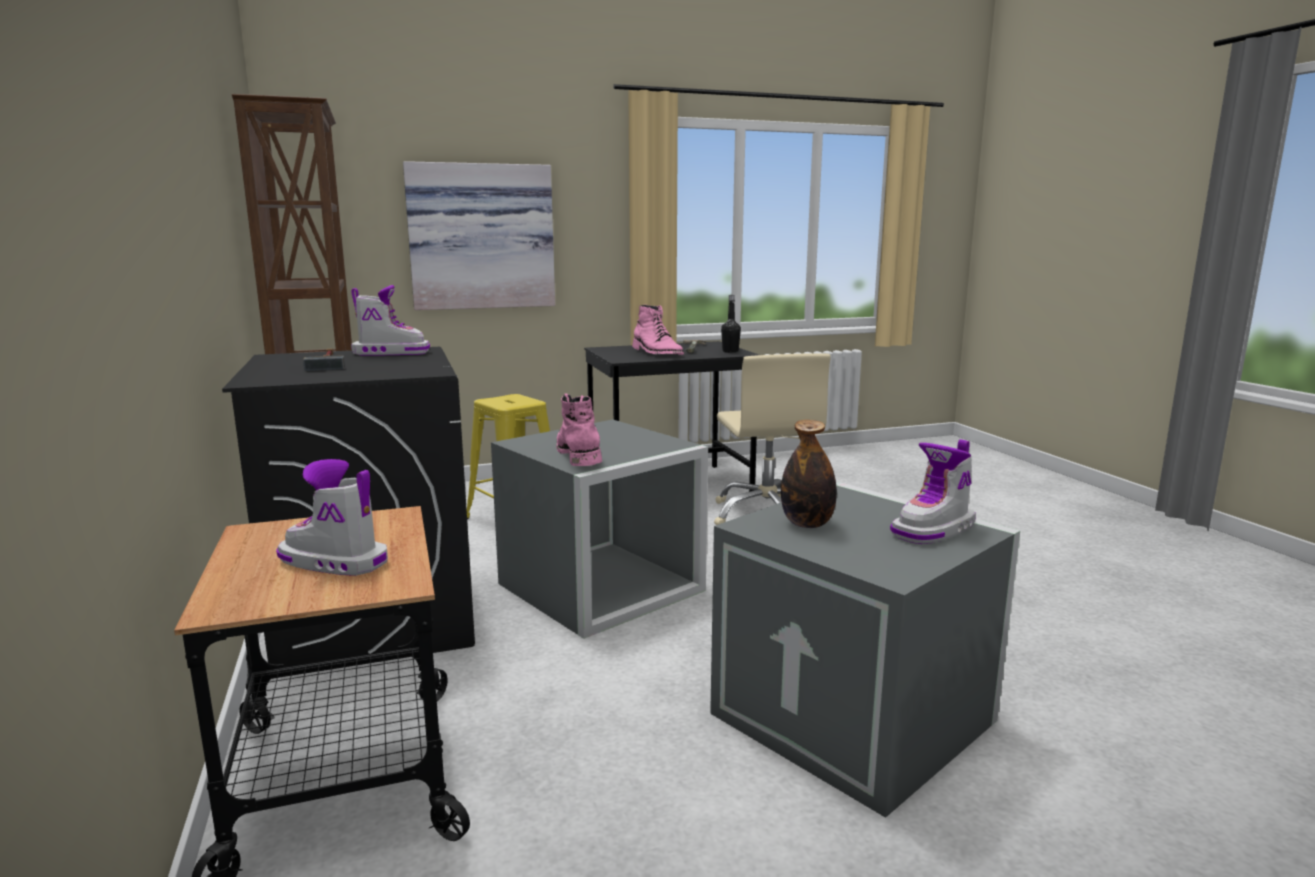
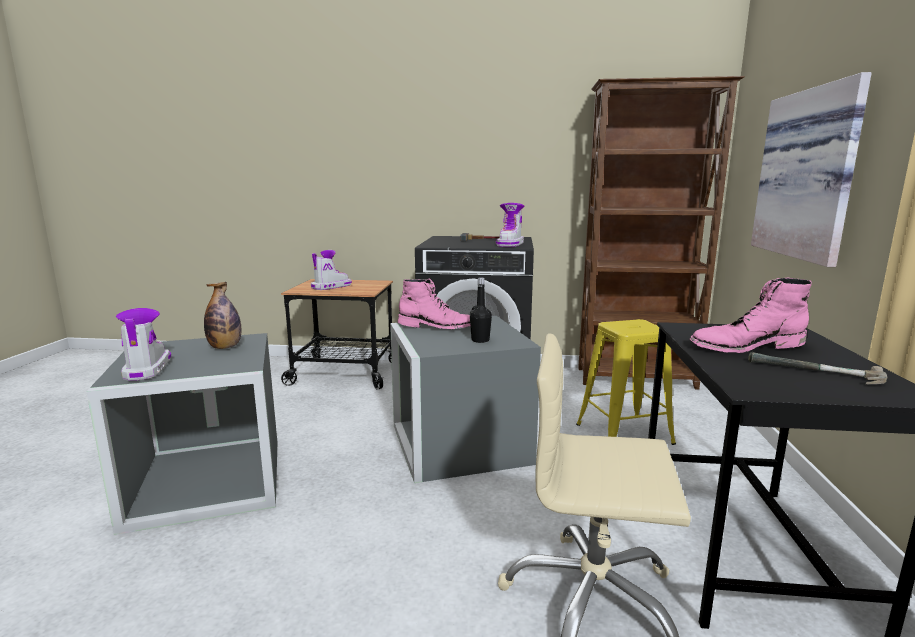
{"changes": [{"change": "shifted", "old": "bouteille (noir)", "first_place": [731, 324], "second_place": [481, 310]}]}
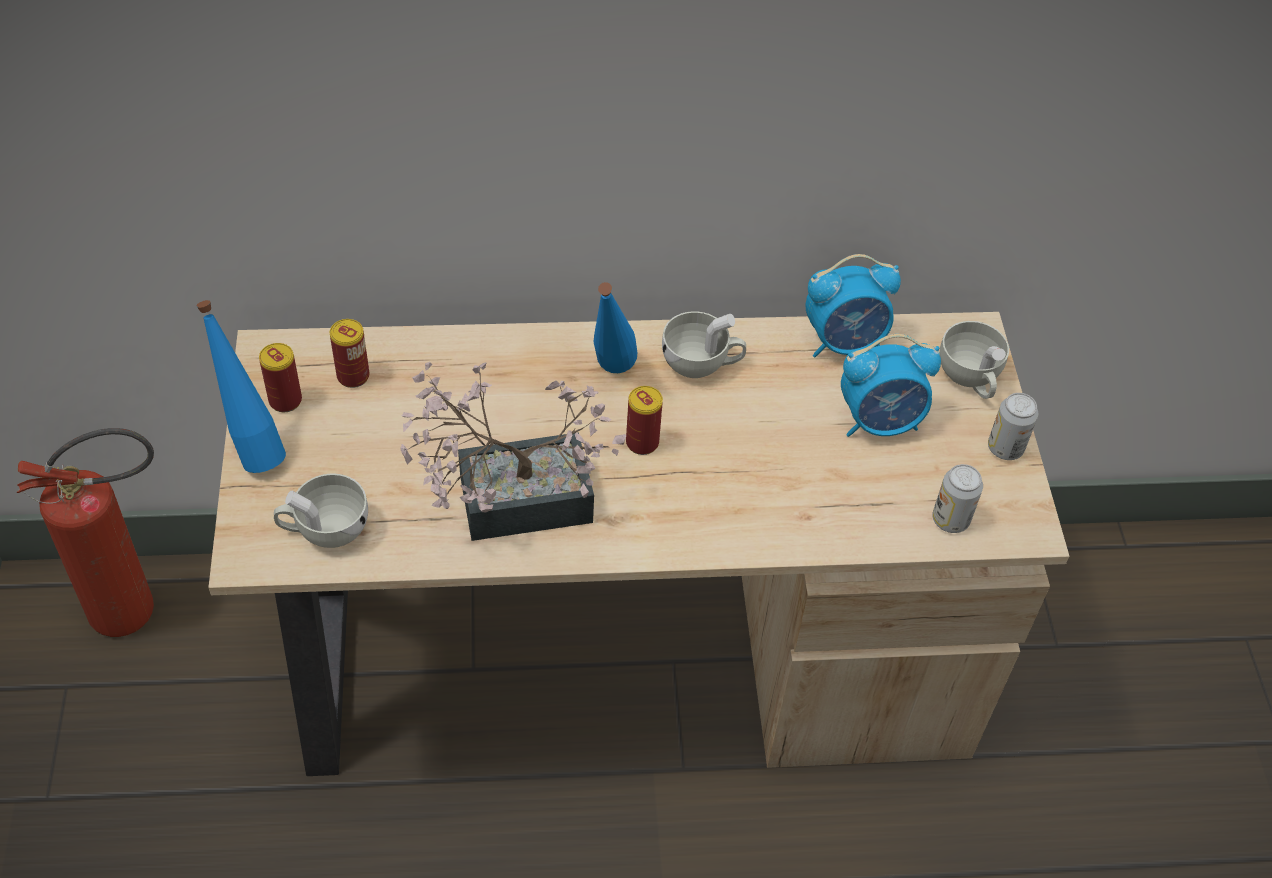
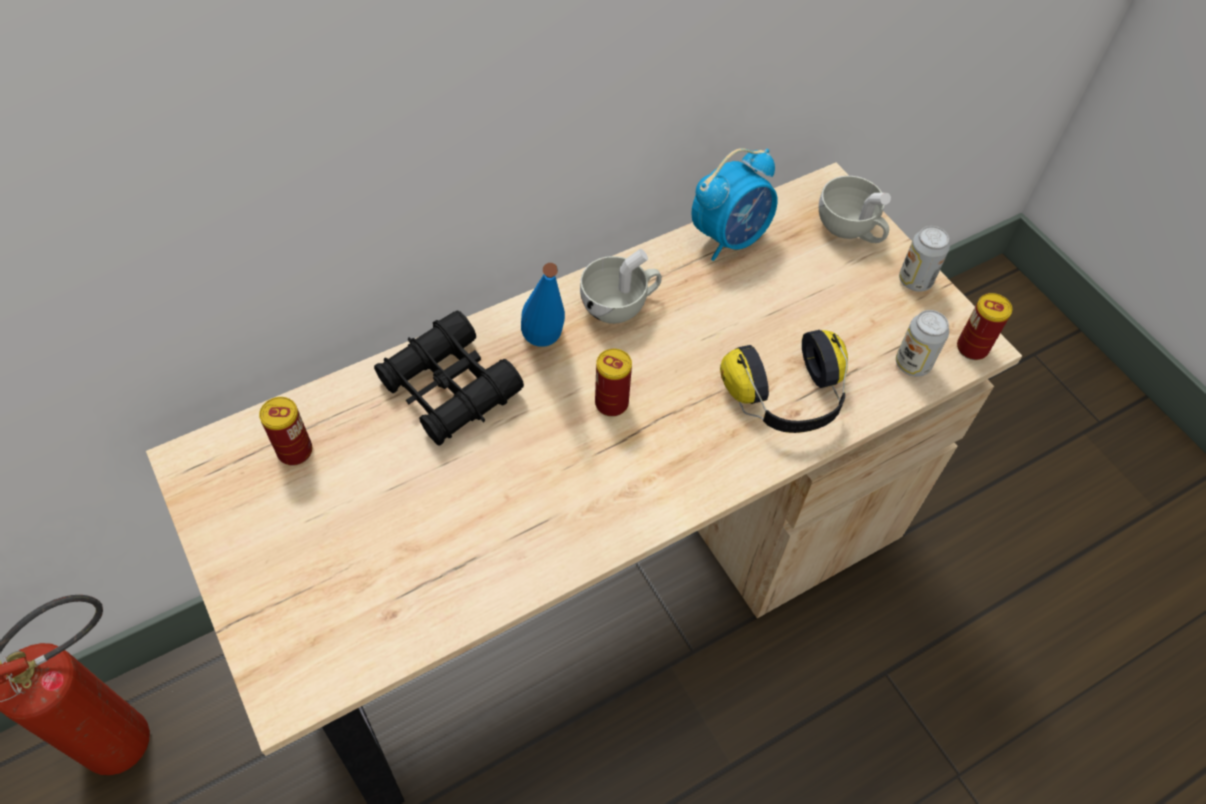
{"changes": [{"change": "gone", "old": "bouteille (bleu)", "first_place": [241, 386]}, {"change": "shifted", "old": "boîte métallique", "first_place": [280, 377], "second_place": [984, 326]}, {"change": "gone", "old": "tasse (blanc)", "first_place": [321, 511]}, {"change": "gone", "old": "plante en pot", "first_place": [513, 451]}, {"change": "gone", "old": "réveil", "first_place": [891, 385]}, {"change": "new", "new": "jumelles (noir)", "second_place": [449, 378]}, {"change": "new", "new": "casque audio", "second_place": [784, 381]}]}
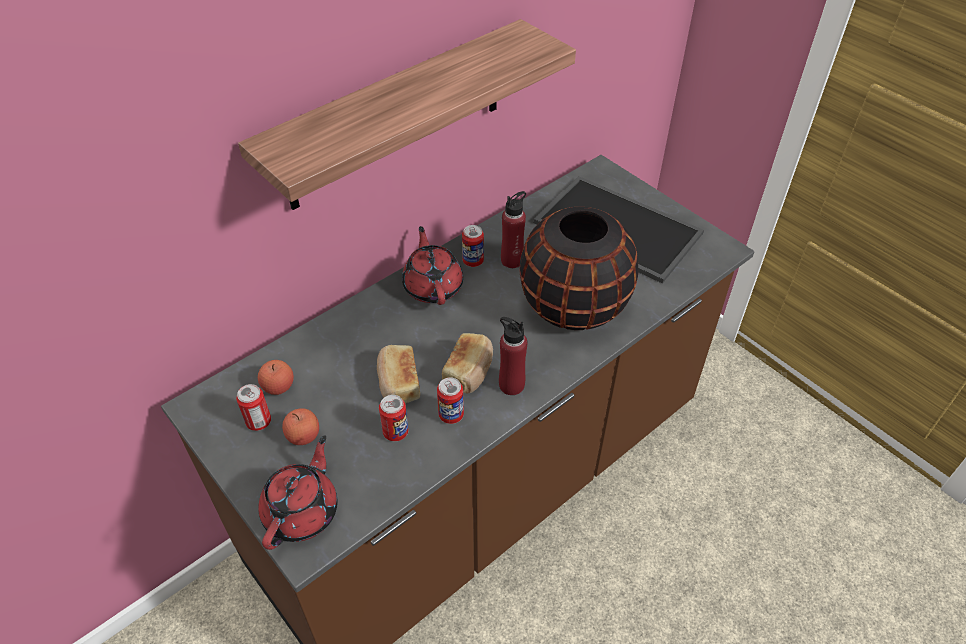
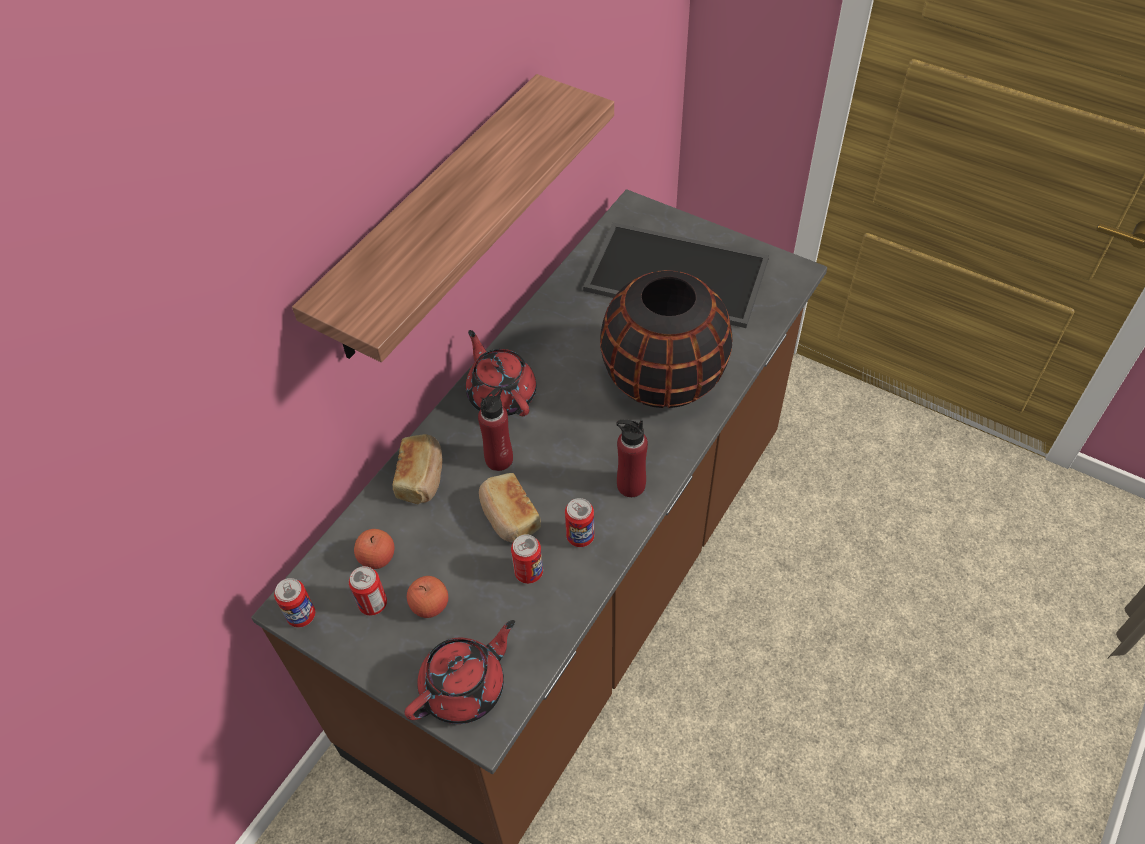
{"changes": [{"change": "rotated", "old": "théière (rouge)", "first_place": [298, 492], "second_place": [459, 672], "degrees": 45}, {"change": "shifted", "old": "pain", "first_place": [467, 363], "second_place": [417, 469]}, {"change": "shifted", "old": "boîte métallique", "first_place": [473, 246], "second_place": [294, 602]}, {"change": "shifted", "old": "bouteille (rouge)", "first_place": [513, 229], "second_place": [495, 428]}]}
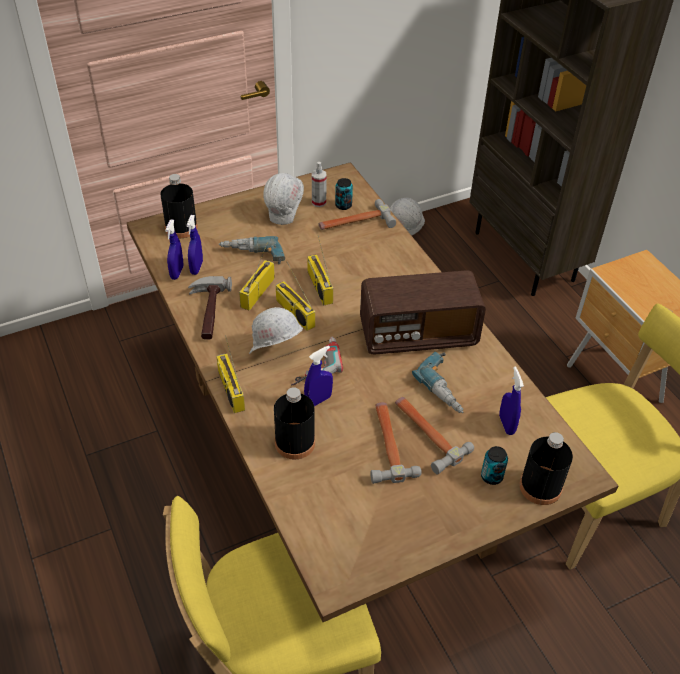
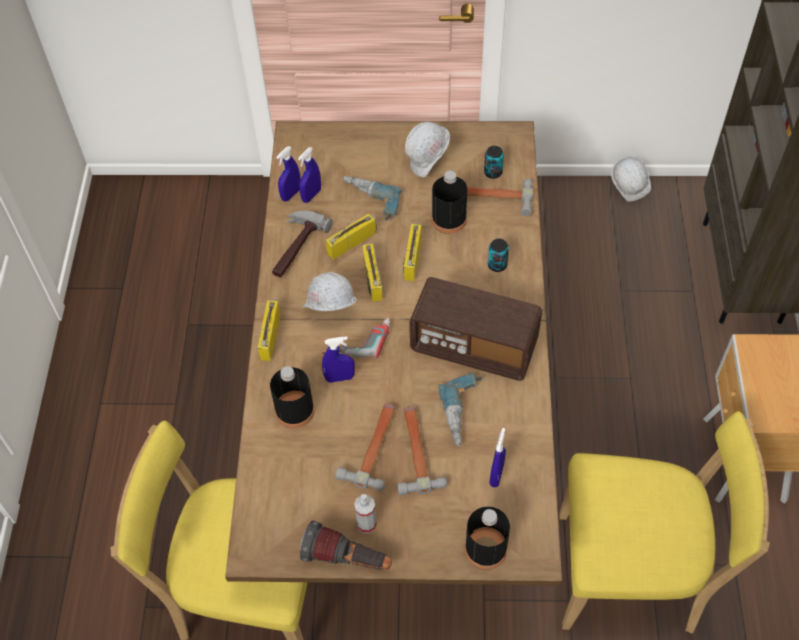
{"changes": [{"change": "shifted", "old": "bouteille (noir)", "first_place": [179, 206], "second_place": [450, 202]}, {"change": "shifted", "old": "vaporisateur", "first_place": [319, 184], "second_place": [365, 513]}, {"change": "shifted", "old": "boîte métallique", "first_place": [494, 465], "second_place": [498, 255]}, {"change": "new", "new": "lampe de poche", "second_place": [346, 545]}]}
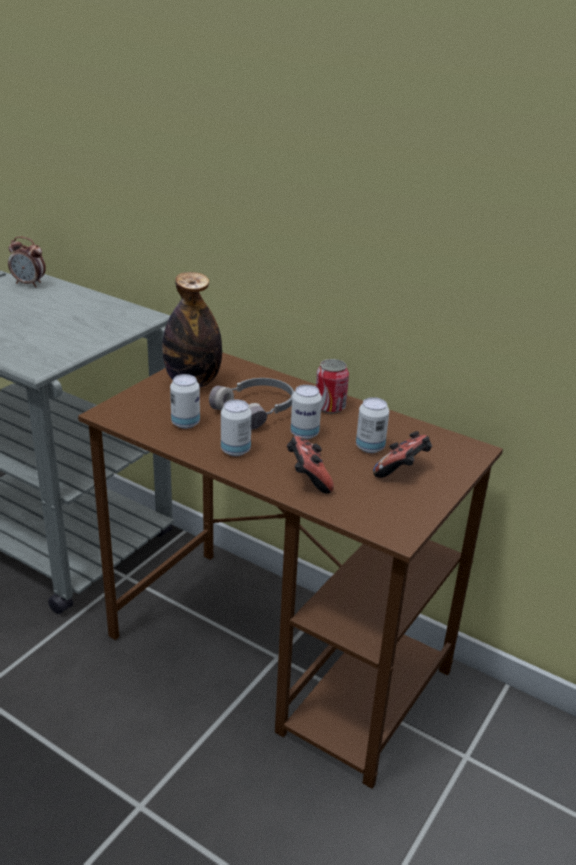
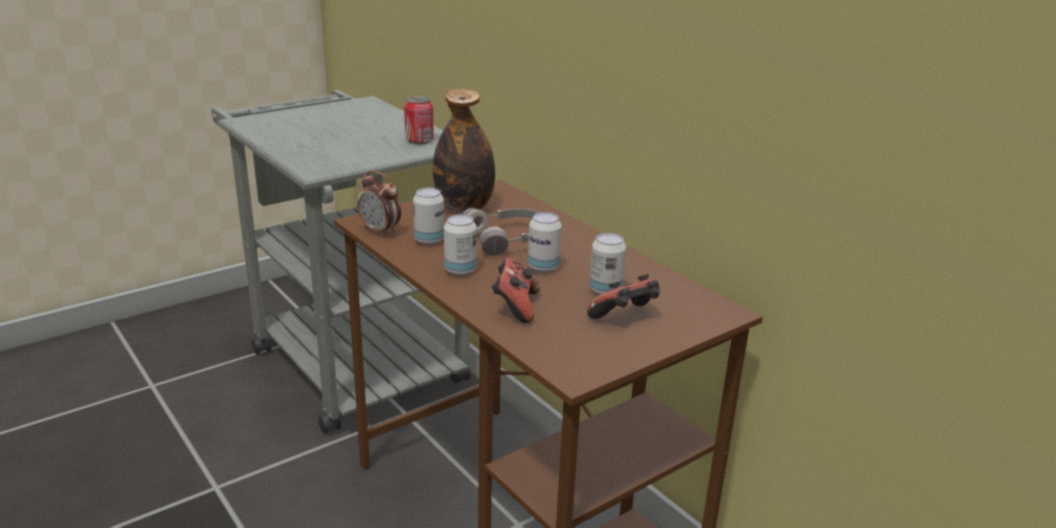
{"changes": [{"change": "shifted", "old": "réveil", "first_place": [27, 261], "second_place": [379, 203]}, {"change": "shifted", "old": "boîte métallique", "first_place": [332, 386], "second_place": [419, 120]}]}
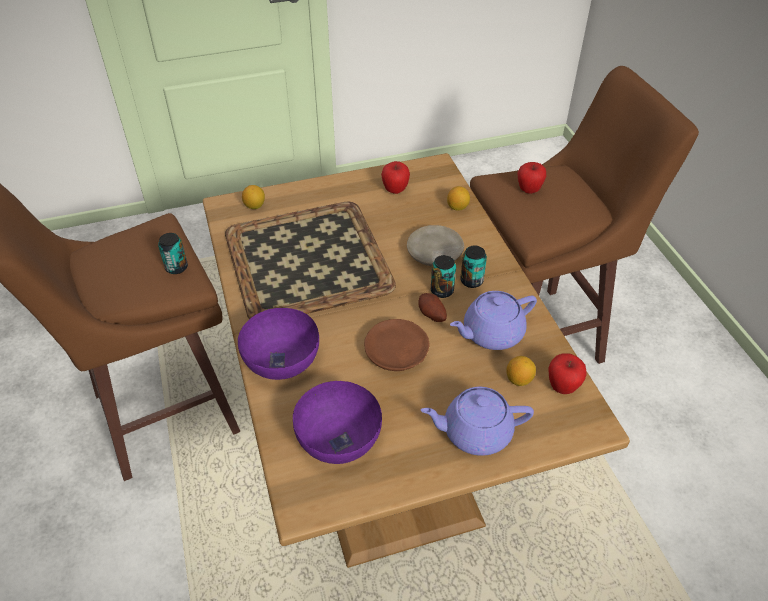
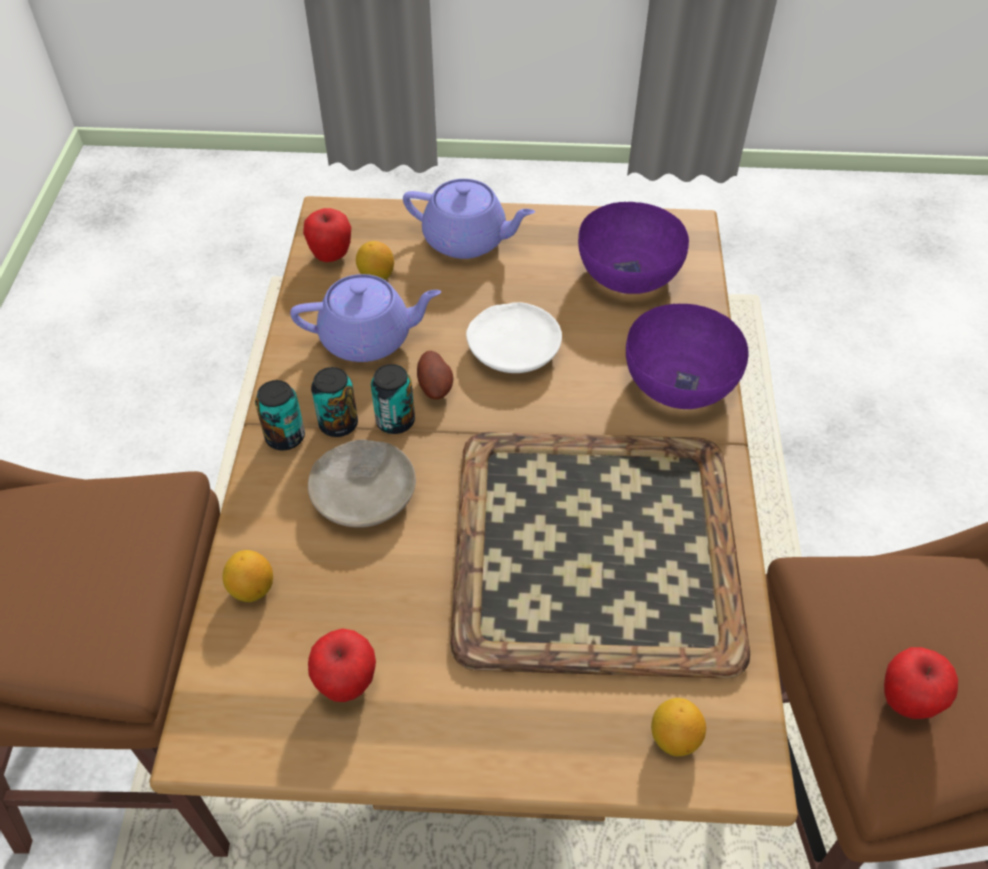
{"changes": [{"change": "shifted", "old": "boîte métallique", "first_place": [173, 253], "second_place": [280, 415]}, {"change": "repainted", "old": "assiette (marron)", "new": "assiette (blanc)", "first_place": [397, 345], "second_place": [514, 337]}, {"change": "shifted", "old": "pomme", "first_place": [532, 178], "second_place": [921, 683]}]}
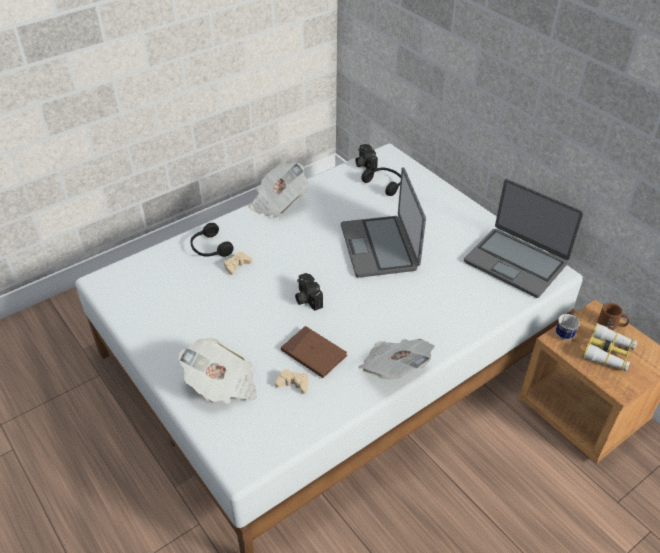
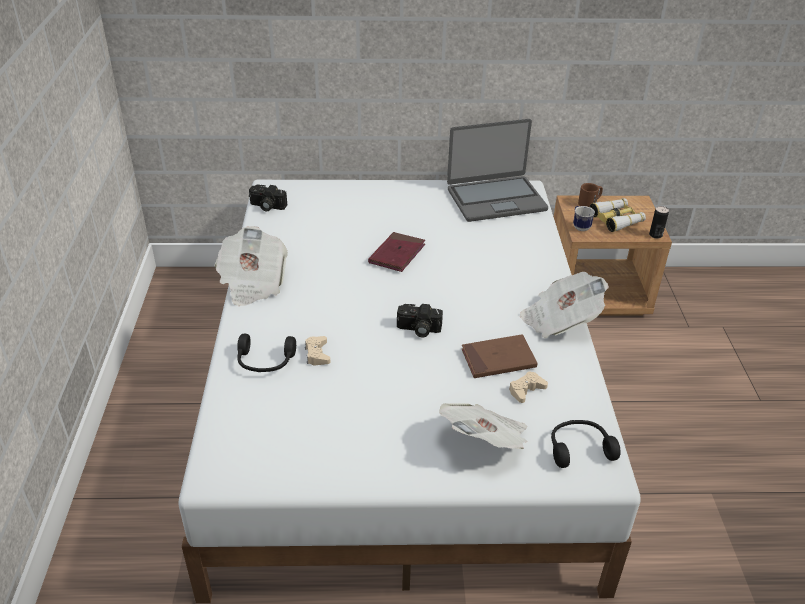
{"changes": [{"change": "swapped", "old": "ordinateur portable", "new": "livre (rouge)", "first_place": [383, 222], "second_place": [396, 252]}, {"change": "shifted", "old": "casque audio (noir)", "first_place": [381, 181], "second_place": [586, 444]}, {"change": "new", "new": "boîte métallique", "second_place": [659, 222]}]}
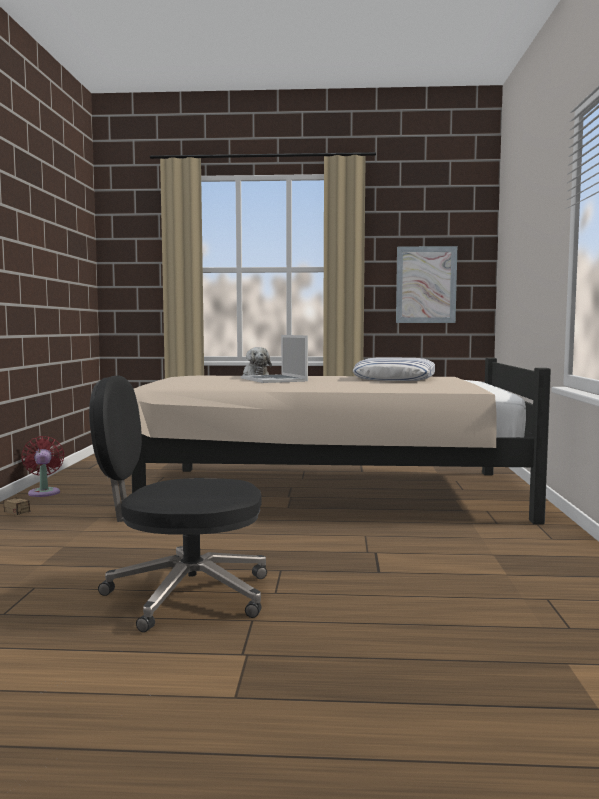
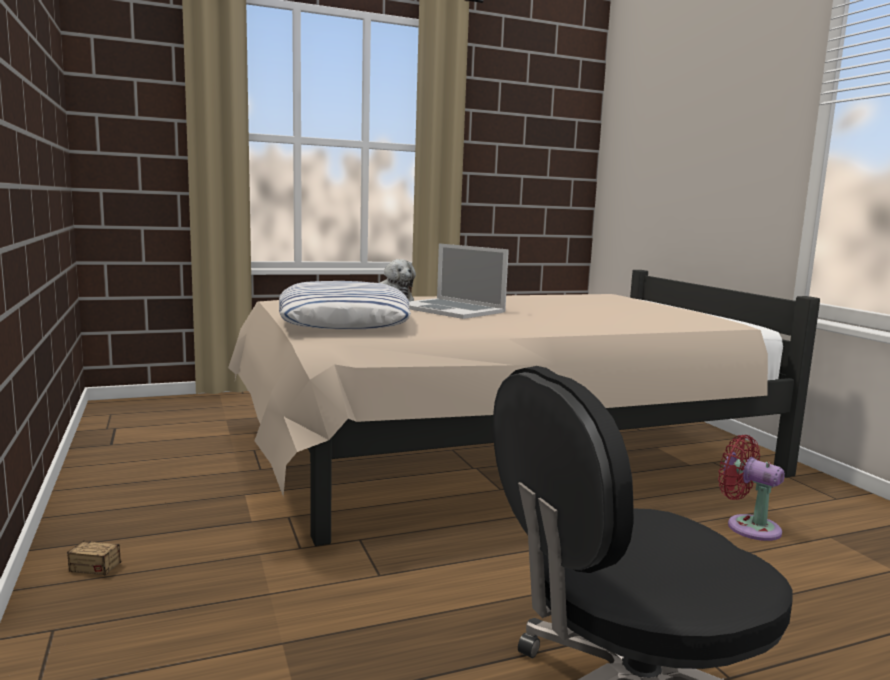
{"changes": [{"change": "shifted", "old": "ventilateur (rouge)", "first_place": [42, 466], "second_place": [751, 488]}, {"change": "shifted", "old": "coussin", "first_place": [394, 369], "second_place": [345, 305]}, {"change": "gone", "old": "tableau", "first_place": [426, 284]}]}
